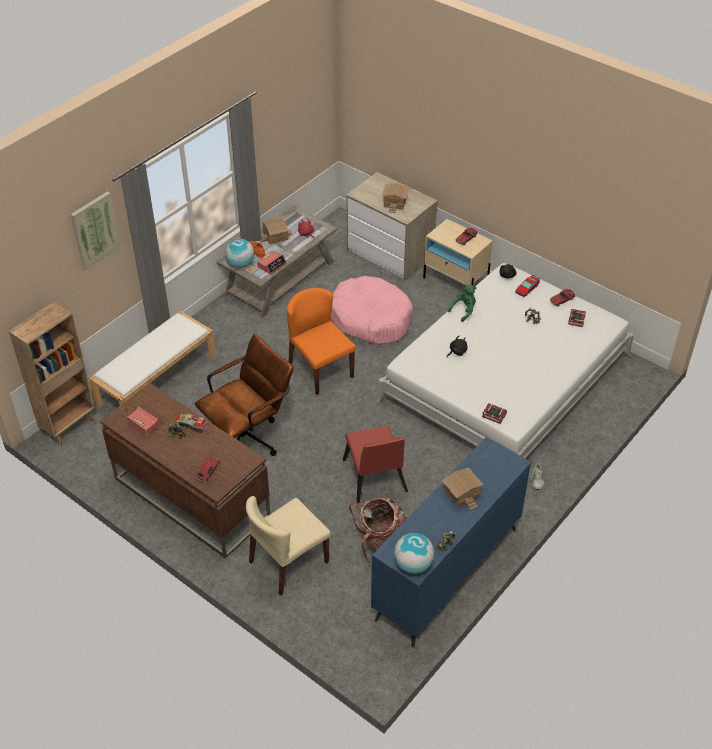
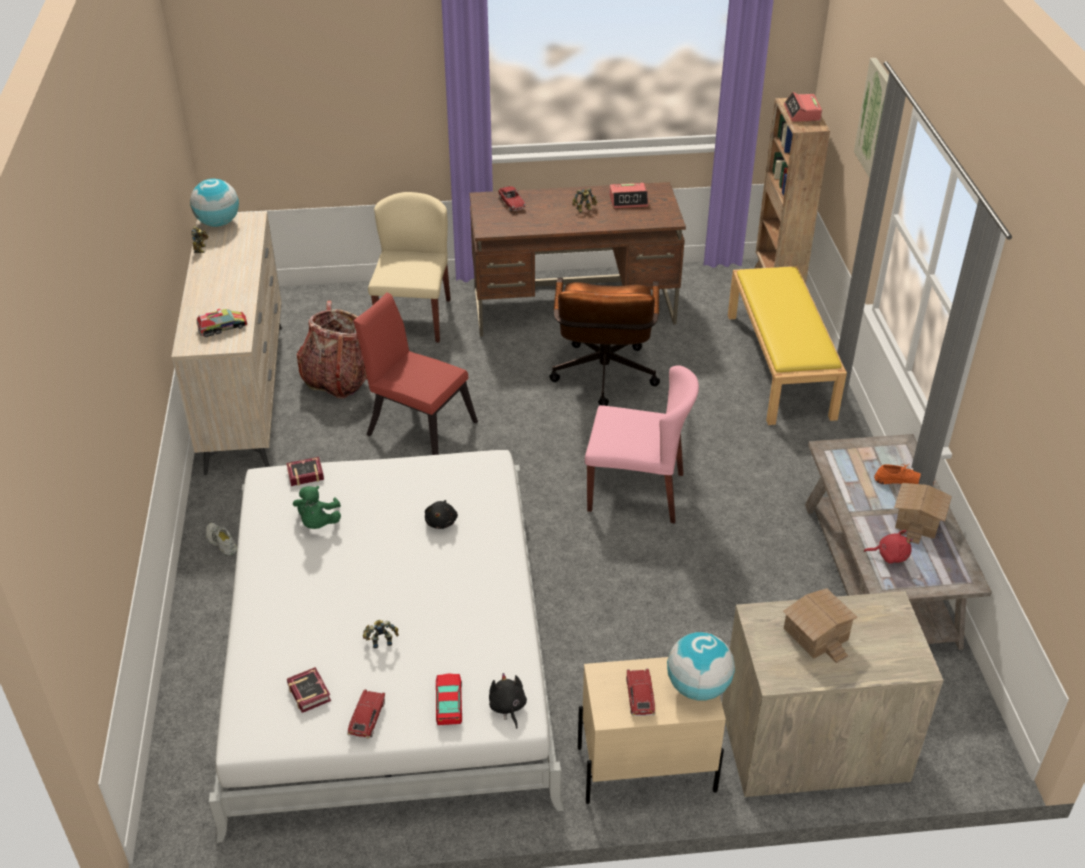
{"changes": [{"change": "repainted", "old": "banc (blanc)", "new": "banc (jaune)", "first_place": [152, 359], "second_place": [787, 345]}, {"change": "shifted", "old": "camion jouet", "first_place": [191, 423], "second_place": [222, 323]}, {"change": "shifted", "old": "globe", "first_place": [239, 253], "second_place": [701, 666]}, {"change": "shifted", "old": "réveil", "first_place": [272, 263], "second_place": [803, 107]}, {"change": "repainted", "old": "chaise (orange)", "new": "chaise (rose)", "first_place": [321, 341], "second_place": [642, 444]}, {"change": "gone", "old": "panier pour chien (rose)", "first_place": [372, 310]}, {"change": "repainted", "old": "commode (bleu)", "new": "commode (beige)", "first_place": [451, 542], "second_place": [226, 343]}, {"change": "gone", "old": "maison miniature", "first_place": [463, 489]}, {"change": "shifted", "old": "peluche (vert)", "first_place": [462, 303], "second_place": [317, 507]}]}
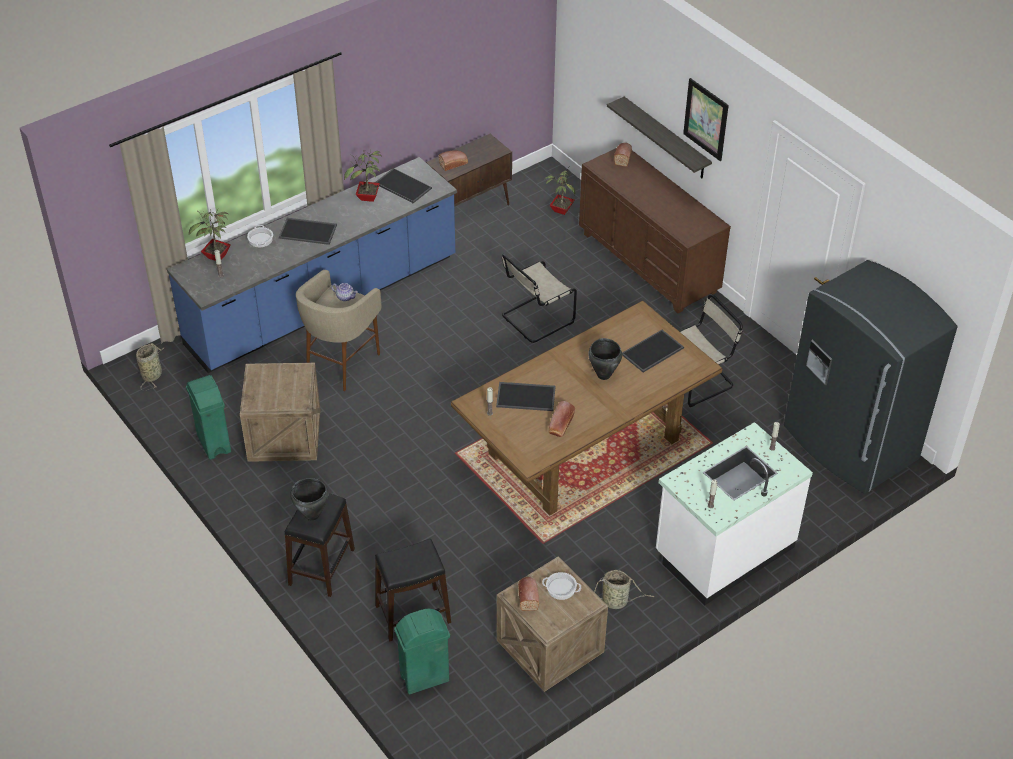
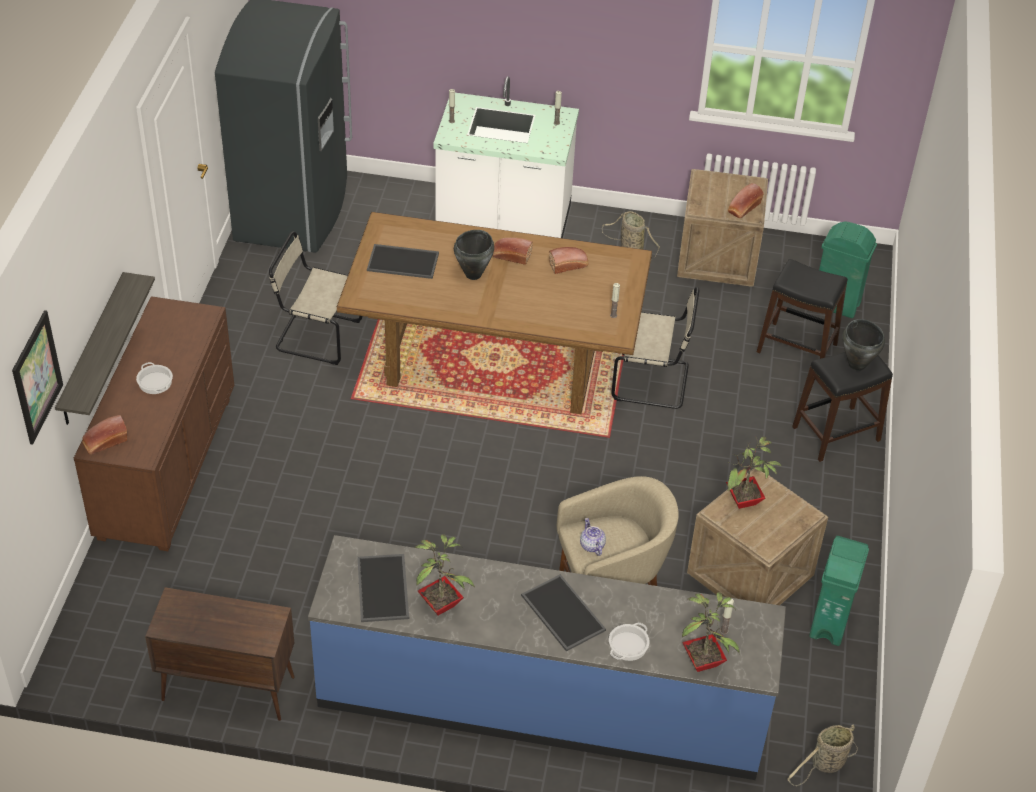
{"changes": [{"change": "shifted", "old": "pain", "first_place": [453, 160], "second_place": [512, 251]}, {"change": "gone", "old": "plateau", "first_place": [526, 396]}, {"change": "shifted", "old": "chaise (beige)", "first_place": [539, 298], "second_place": [655, 348]}, {"change": "shifted", "old": "marmite", "first_place": [561, 586], "second_place": [154, 378]}, {"change": "shifted", "old": "plante en pot", "first_place": [559, 190], "second_place": [754, 472]}, {"change": "shifted", "old": "tableau", "first_place": [706, 119], "second_place": [37, 377]}]}
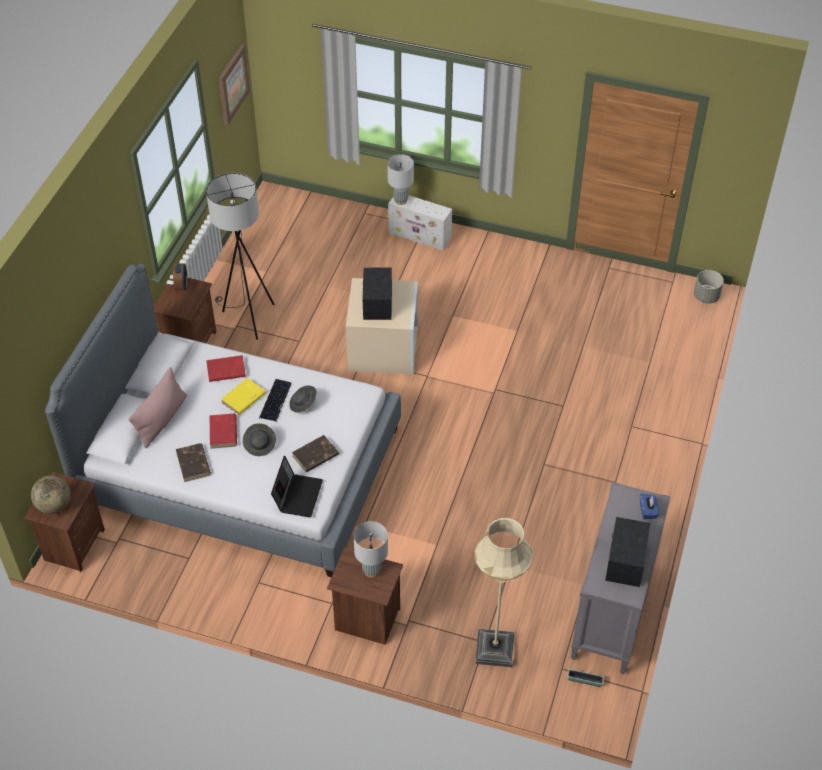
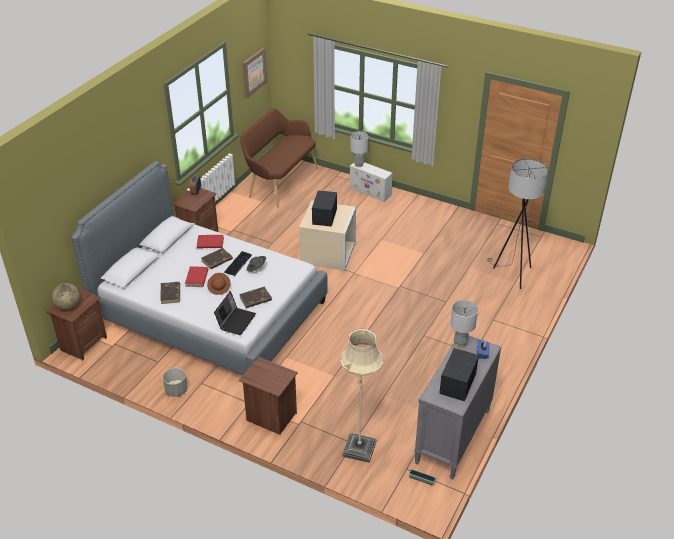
{"changes": [{"change": "gone", "old": "coussin (rose)", "first_place": [157, 407]}, {"change": "shifted", "old": "lampadaire (gris)", "first_place": [240, 256], "second_place": [518, 224]}, {"change": "repainted", "old": "livre (jaune)", "new": "livre (marron)", "first_place": [243, 396], "second_place": [217, 258]}, {"change": "repainted", "old": "chapeau (gris)", "new": "chapeau (marron)", "first_place": [259, 439], "second_place": [219, 284]}, {"change": "shifted", "old": "lampe de table (gris)", "first_place": [370, 549], "second_place": [464, 324]}, {"change": "shifted", "old": "cache-pot (gris)", "first_place": [709, 287], "second_place": [175, 382]}, {"change": "new", "new": "banc (marron)", "second_place": [279, 158]}]}
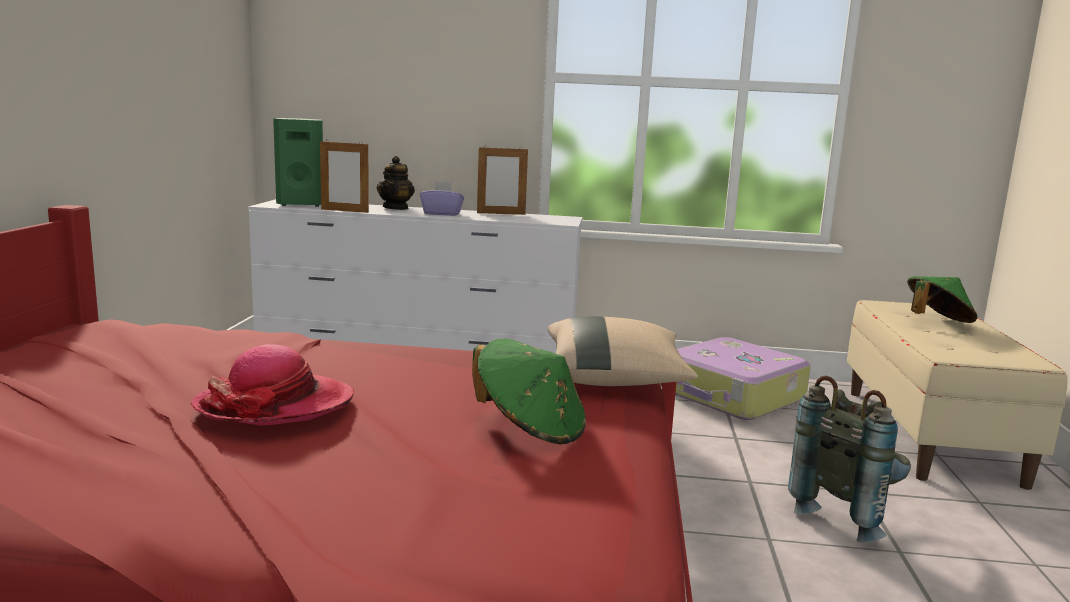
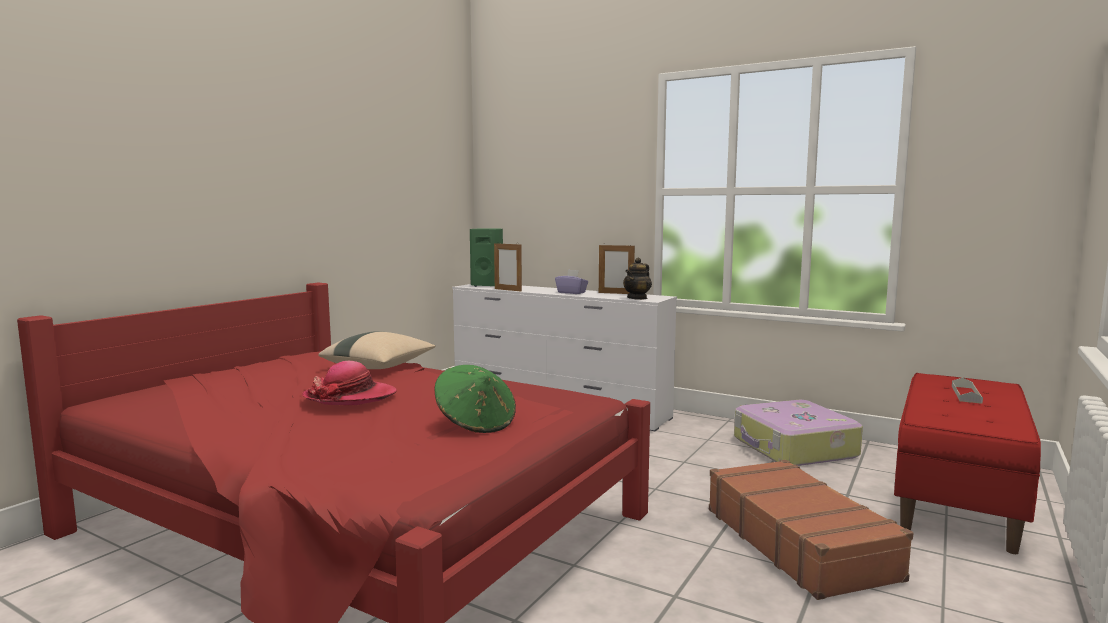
{"changes": [{"change": "shifted", "old": "théière", "first_place": [396, 183], "second_place": [637, 279]}, {"change": "shifted", "old": "coussin (beige)", "first_place": [622, 351], "second_place": [376, 350]}, {"change": "swapped", "old": "sac à dos (gris)", "new": "valise (marron)", "first_place": [849, 459], "second_place": [811, 530]}, {"change": "repainted", "old": "banc (beige)", "new": "banc (rouge)", "first_place": [957, 395], "second_place": [967, 463]}, {"change": "swapped", "old": "chapeau (vert)", "new": "plateau (gris)", "first_place": [942, 299], "second_place": [967, 391]}]}
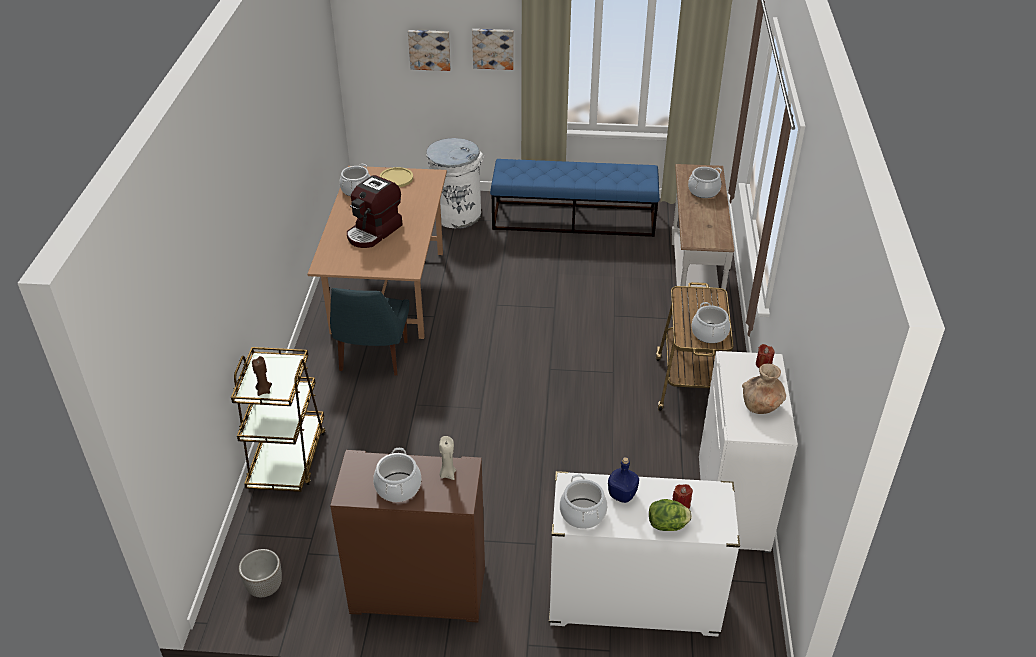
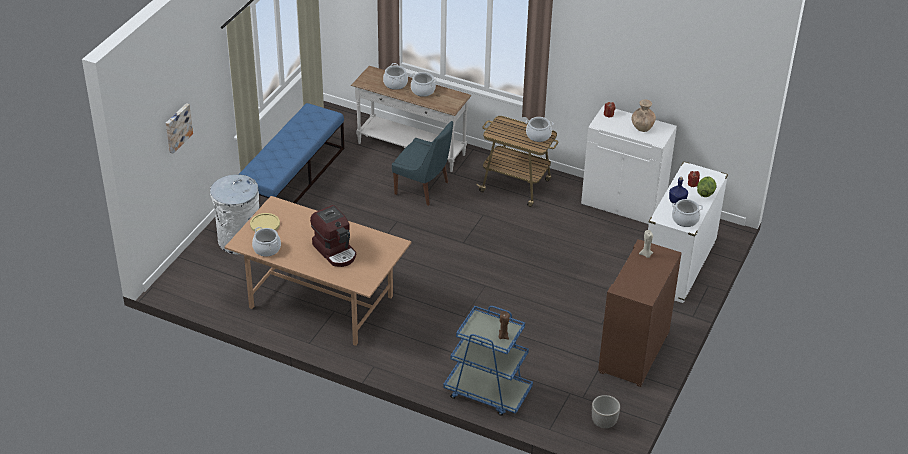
{"changes": [{"change": "repainted", "old": "chariot (marron)", "new": "chariot (bleu)", "first_place": [278, 419], "second_place": [488, 361]}, {"change": "shifted", "old": "chaise (bleu)", "first_place": [369, 331], "second_place": [422, 163]}, {"change": "shifted", "old": "marmite", "first_place": [397, 475], "second_place": [423, 84]}, {"change": "gone", "old": "tableau", "first_place": [493, 49]}]}
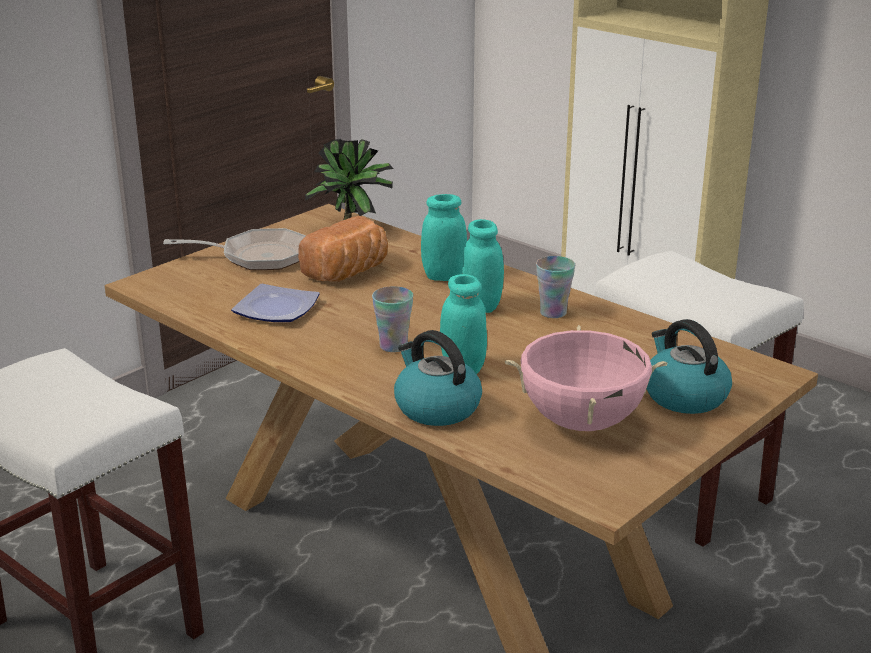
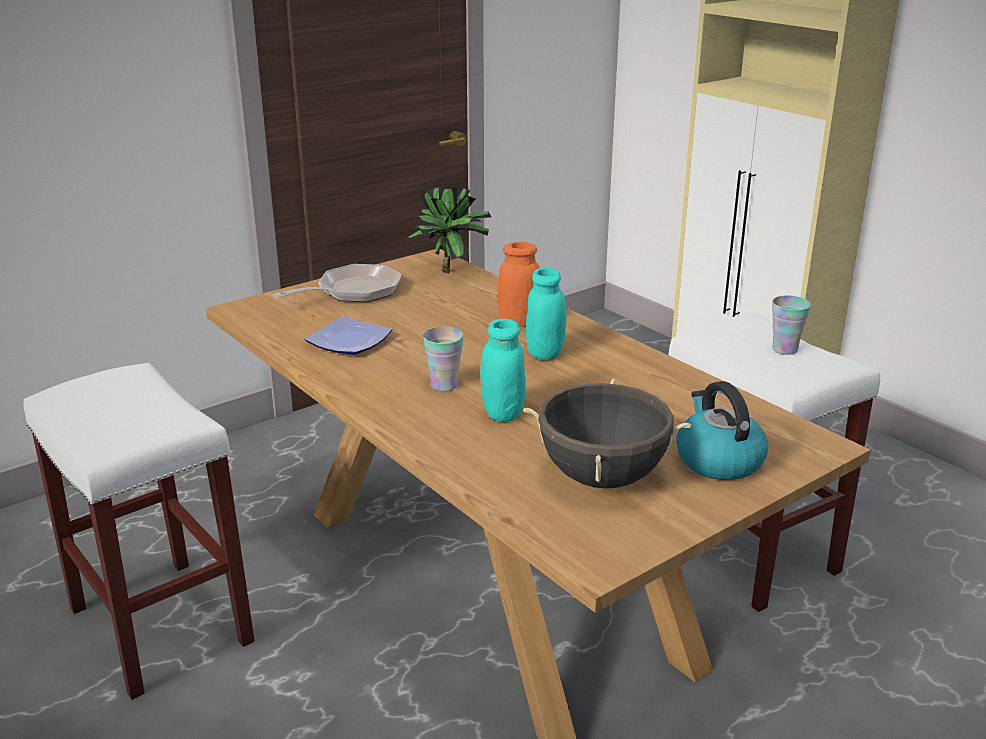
{"changes": [{"change": "rotated", "old": "poêle", "first_place": [234, 249], "second_place": [337, 283], "degrees": -45}, {"change": "gone", "old": "pain", "first_place": [343, 249]}, {"change": "gone", "old": "bouilloire", "first_place": [438, 378]}, {"change": "repainted", "old": "bocal (turquoise)", "new": "bocal (orange)", "first_place": [444, 237], "second_place": [518, 284]}, {"change": "repainted", "old": "marmite (rose)", "new": "marmite (noir)", "first_place": [586, 378], "second_place": [607, 434]}, {"change": "shifted", "old": "tasse", "first_place": [555, 287], "second_place": [791, 325]}]}
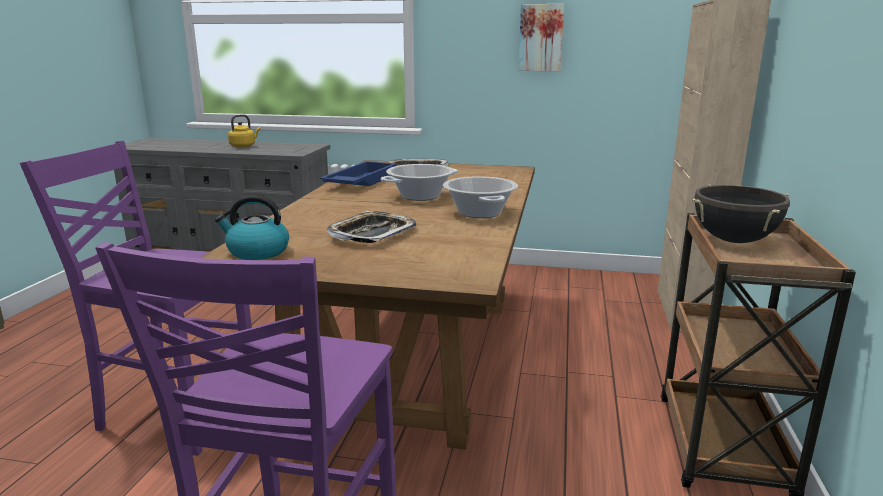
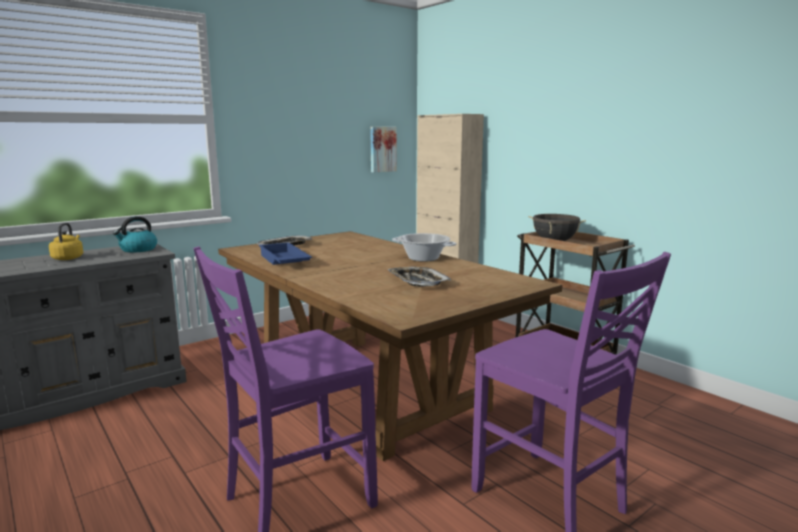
{"changes": [{"change": "shifted", "old": "bouilloire", "first_place": [252, 227], "second_place": [135, 234]}, {"change": "gone", "old": "marmite", "first_place": [419, 182]}, {"change": "shifted", "old": "tableau", "first_place": [541, 37], "second_place": [383, 150]}]}
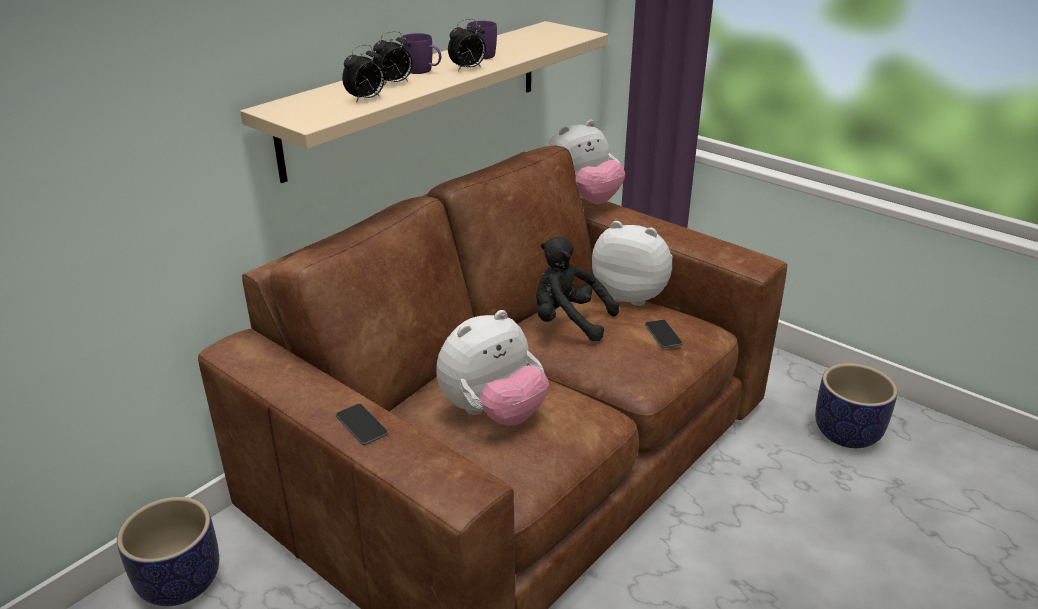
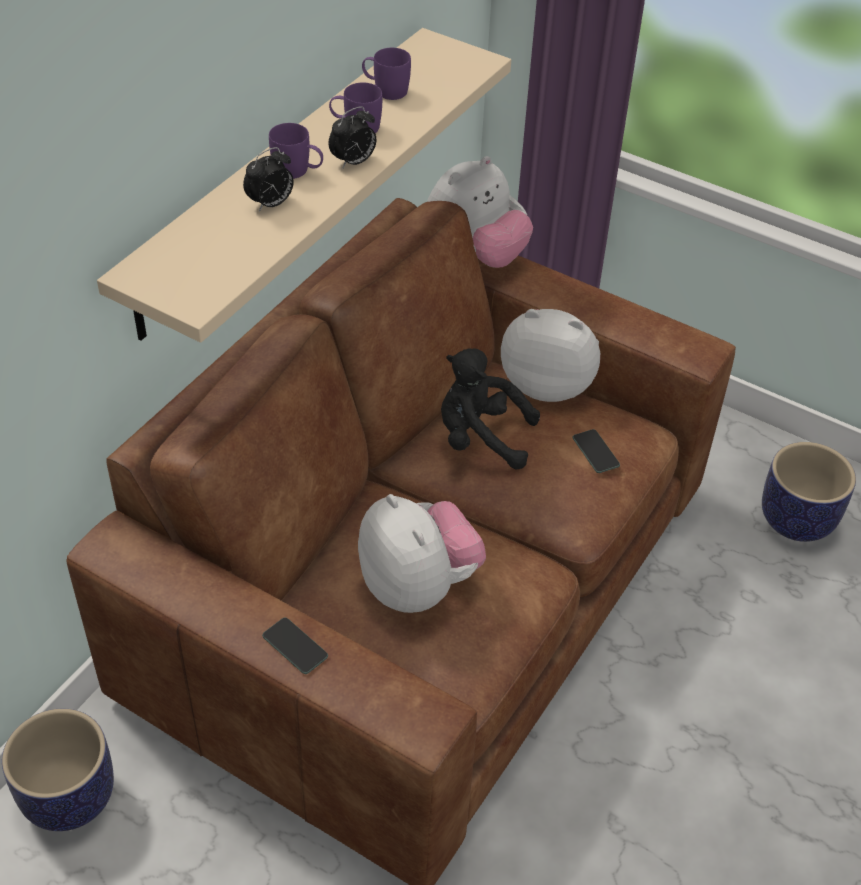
{"changes": [{"change": "gone", "old": "réveil", "first_place": [363, 73]}, {"change": "rotated", "old": "peluche", "first_place": [492, 368], "second_place": [422, 553], "degrees": -75}, {"change": "new", "new": "mug (violet)", "second_place": [386, 74]}]}
